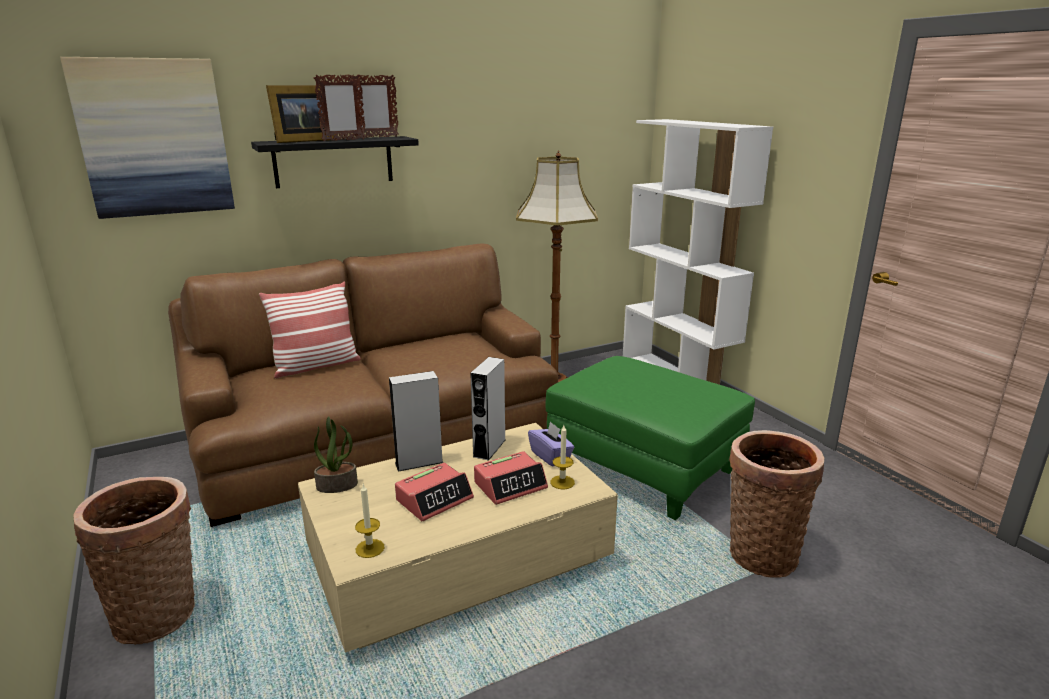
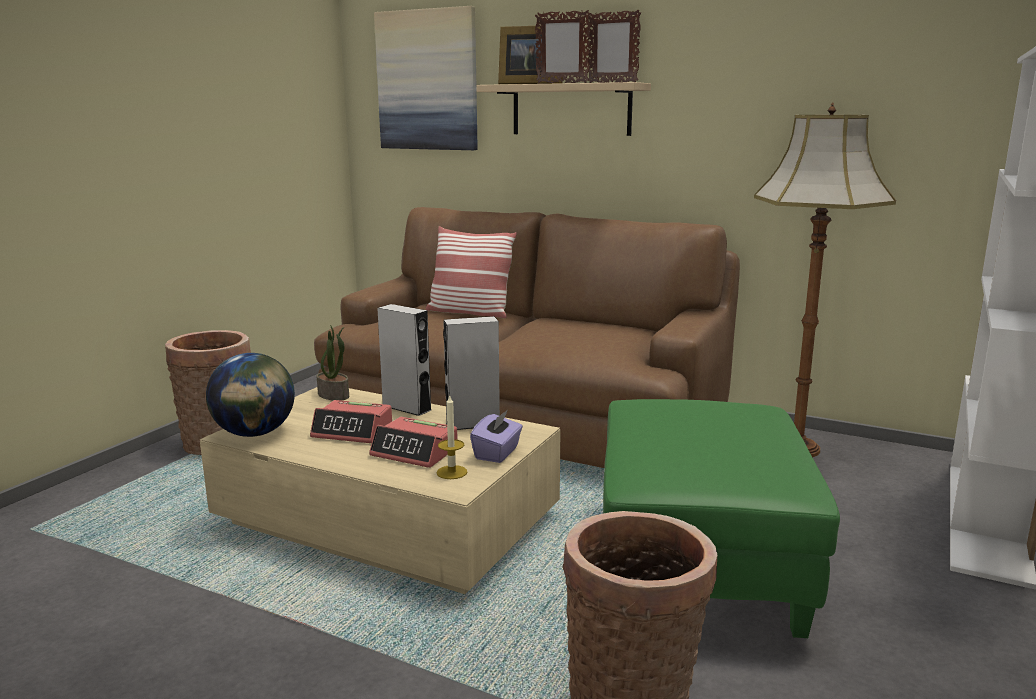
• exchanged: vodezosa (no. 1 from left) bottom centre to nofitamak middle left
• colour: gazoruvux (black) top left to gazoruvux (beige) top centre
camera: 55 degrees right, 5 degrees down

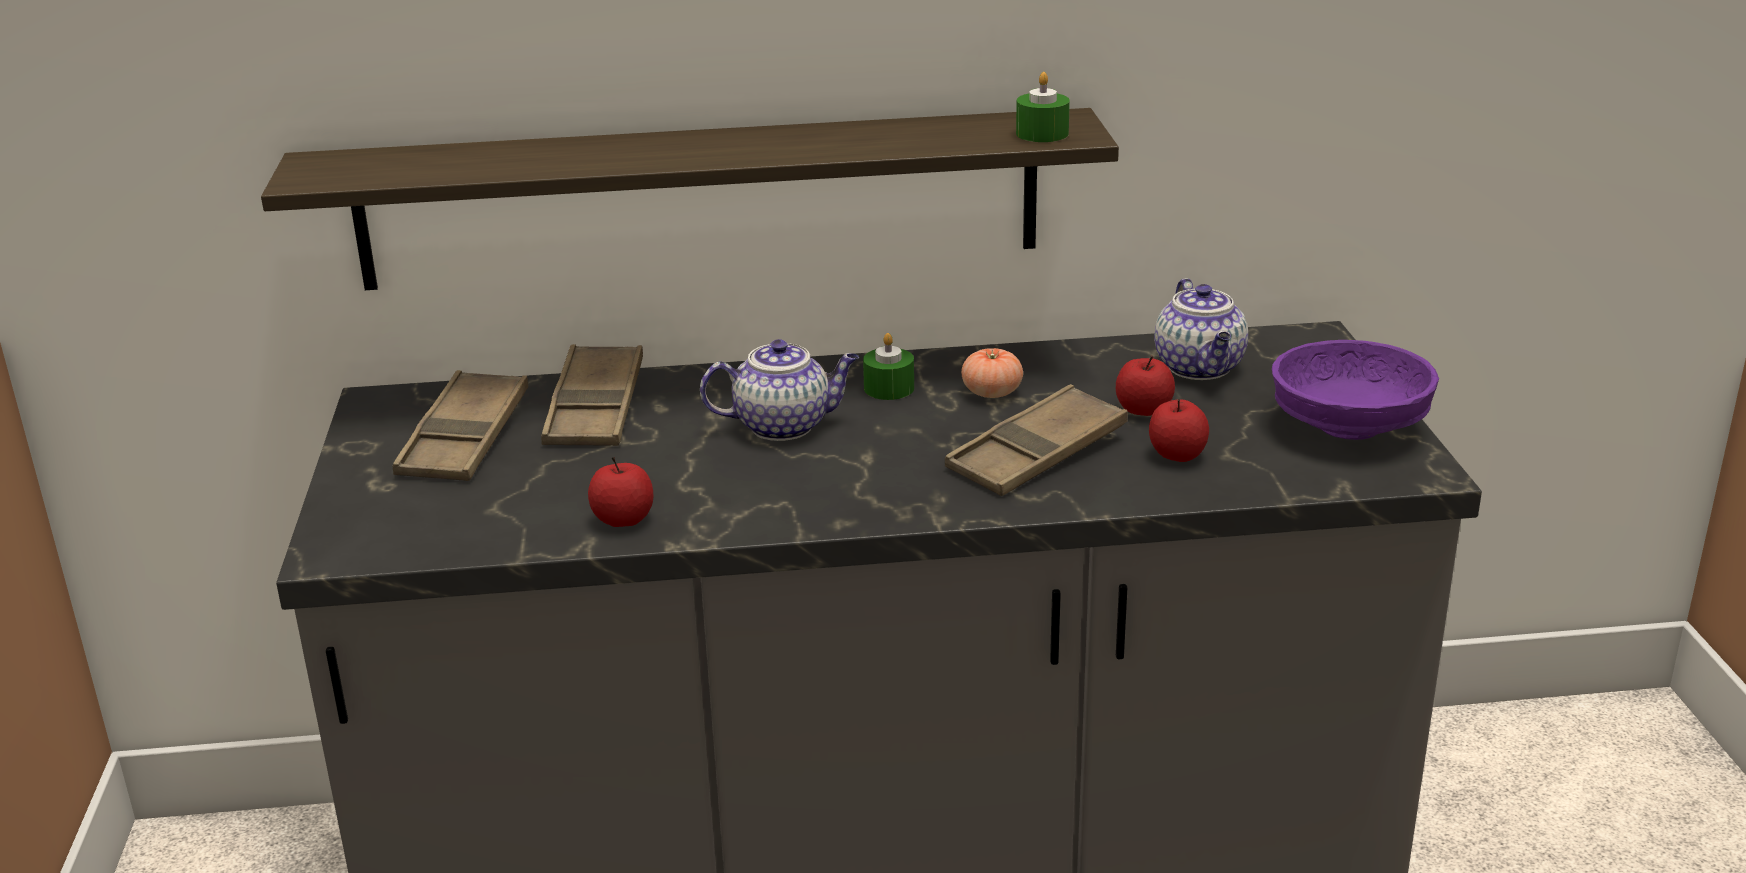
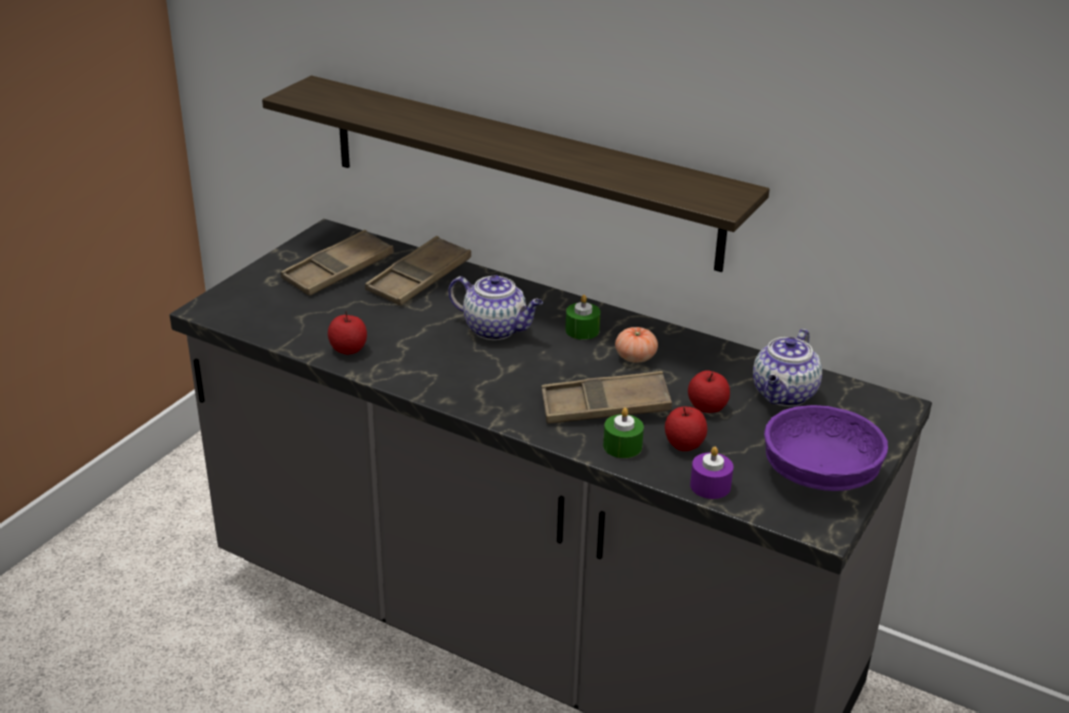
• relocated: vodezosa (green) (no. 2 from left) top centre to centre
• appeared: vodezosa (purple) centre
camera: 35 degrees right, 5 degrees up

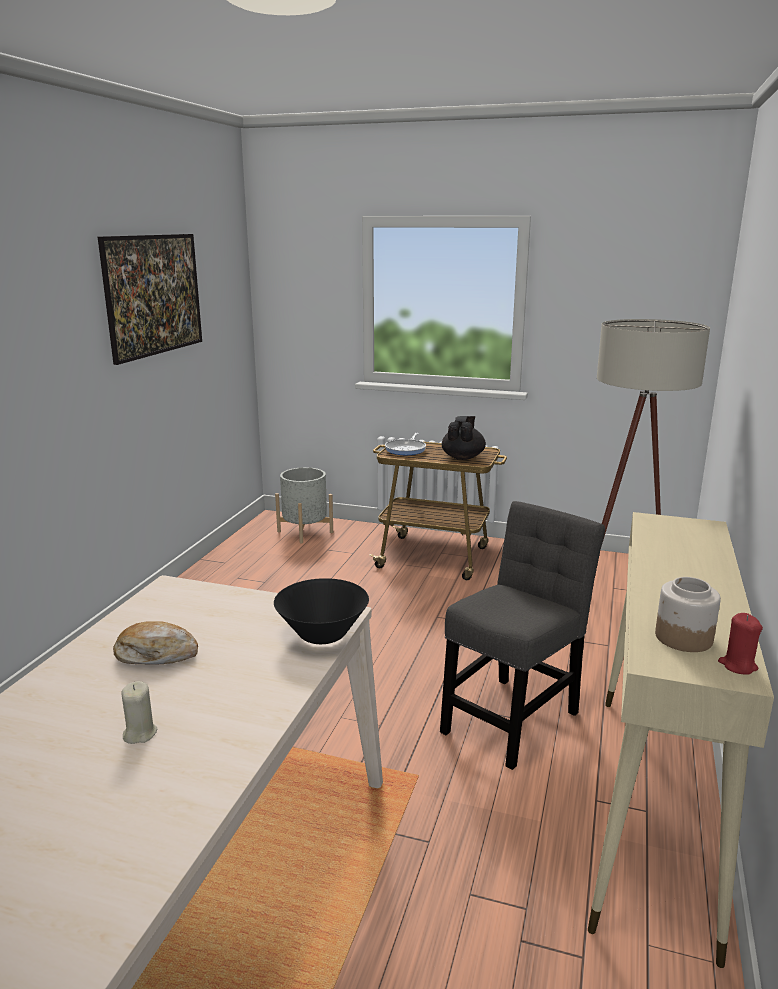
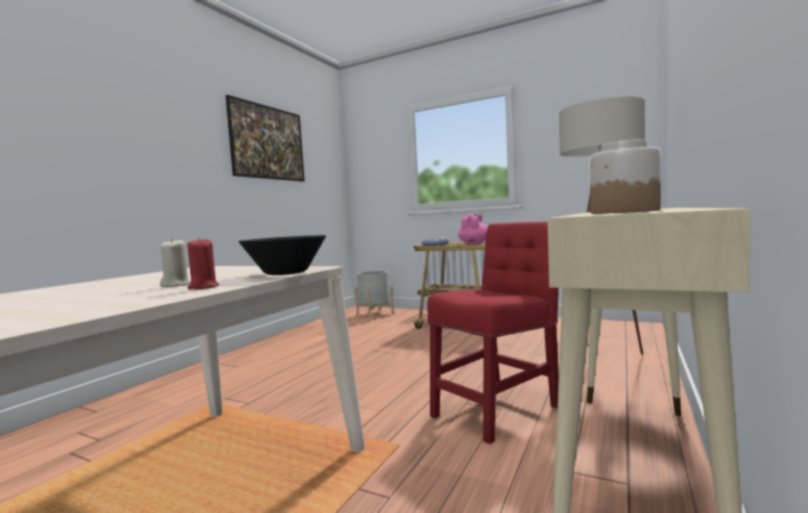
• relocated: vodezosa (beige) bottom left to middle left
• relocated: vodezosa (red) middle right to middle left
• colour: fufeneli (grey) middle right to fufeneli (red) centre
• colour: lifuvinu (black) centre to lifuvinu (pink) centre
• missing: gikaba middle left
camera: 10 degrees right, 15 degrees down

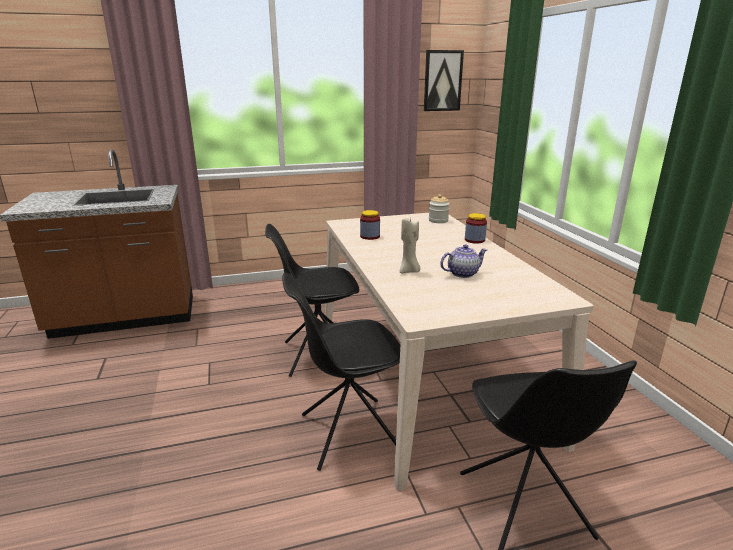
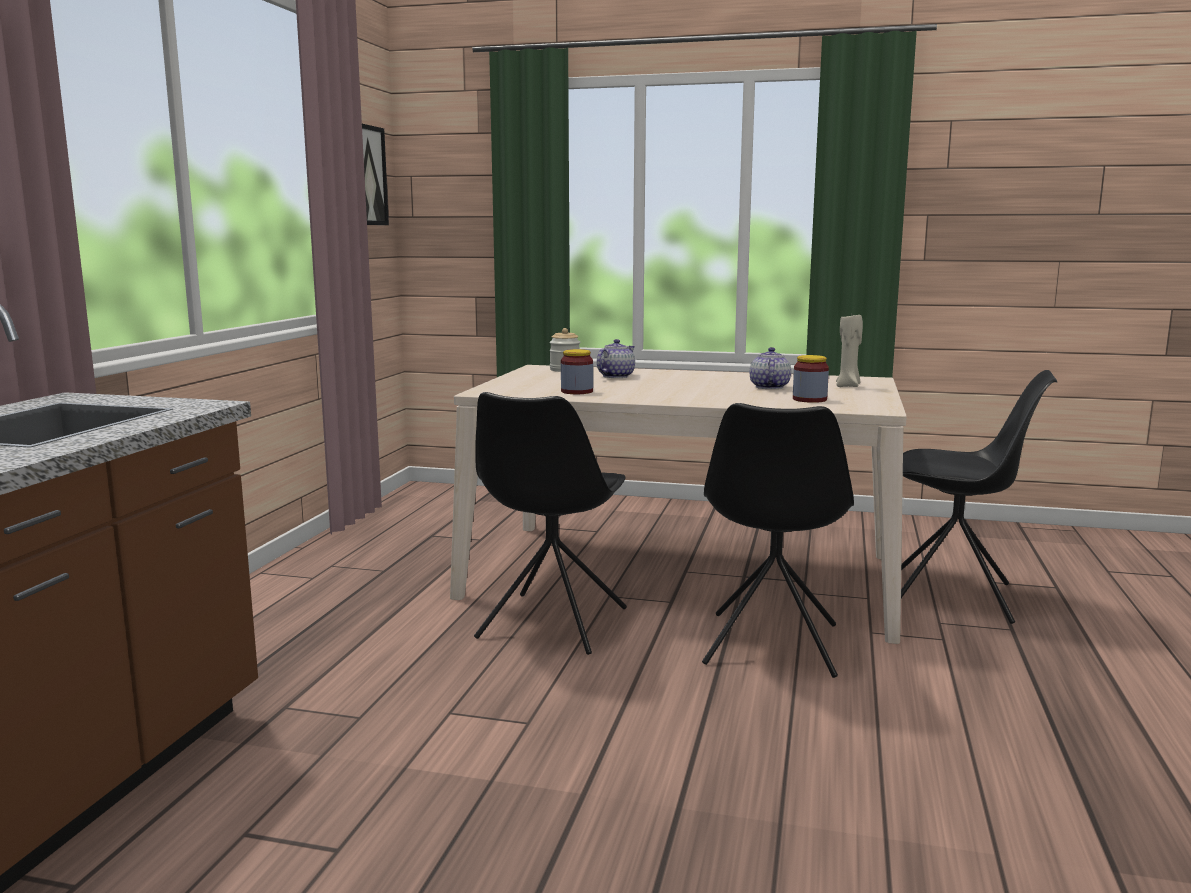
• appeared: lifuvinu (no. 1 from left) centre
• relocated: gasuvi (no. 3 from left) centre to middle right
• relocated: vodezosa (beige) centre to middle right
camera: 60 degrees left, 10 degrees down

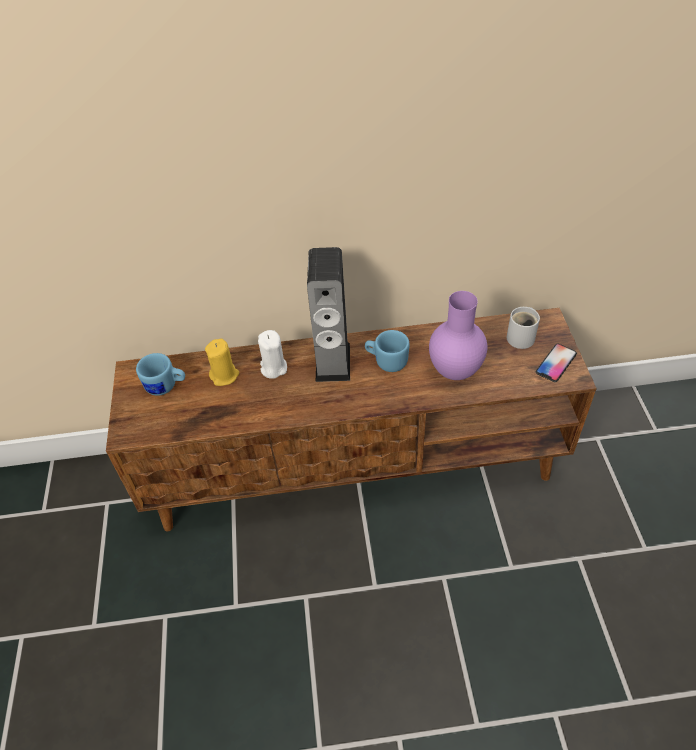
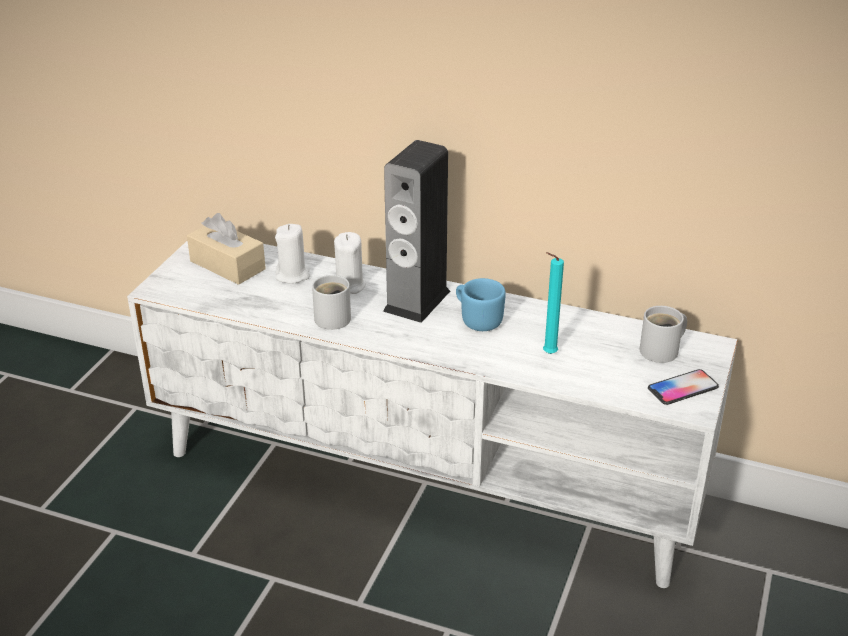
• colour: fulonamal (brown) centre to fulonamal (white) centre
• exchanged: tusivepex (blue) (no. 1 from left) middle left to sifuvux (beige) middle left
• colour: vodezosa (yellow) middle left to vodezosa (white) (no. 1 from left) centre
• appeared: tusivepex (white) (no. 1 from left) centre
• exchanged: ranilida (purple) centre to vodezosa (turquoise) centre
camera: 25 degrees right, 15 degrees down

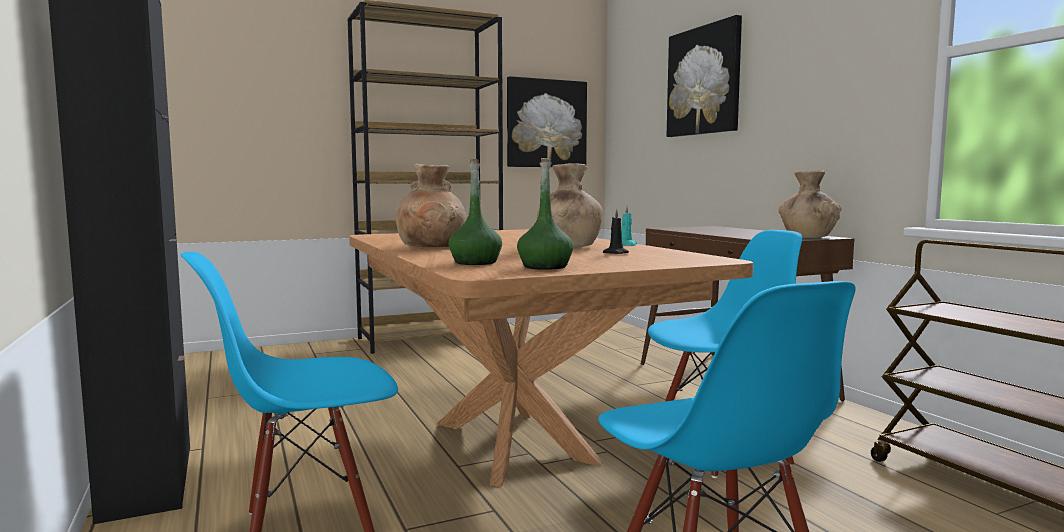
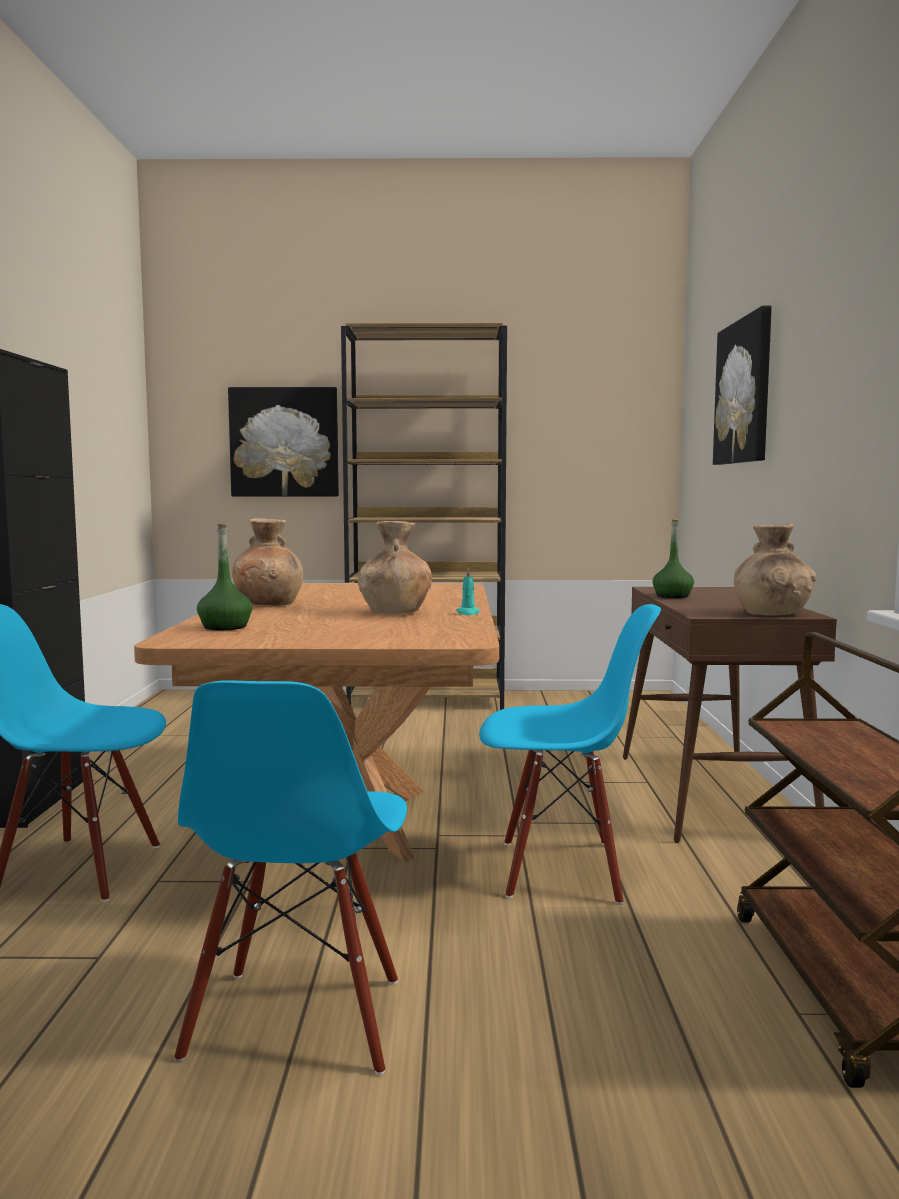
• relocated: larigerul (no. 1 from left) top centre to middle left
• relocated: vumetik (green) (no. 2 from left) centre to middle right
• missing: vodezosa (black) centre
camera: 25 degrees right, 0 degrees up

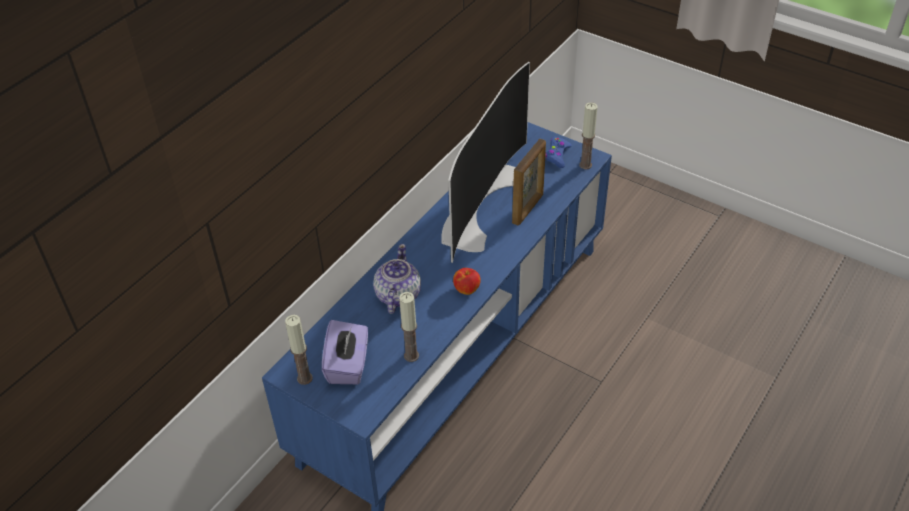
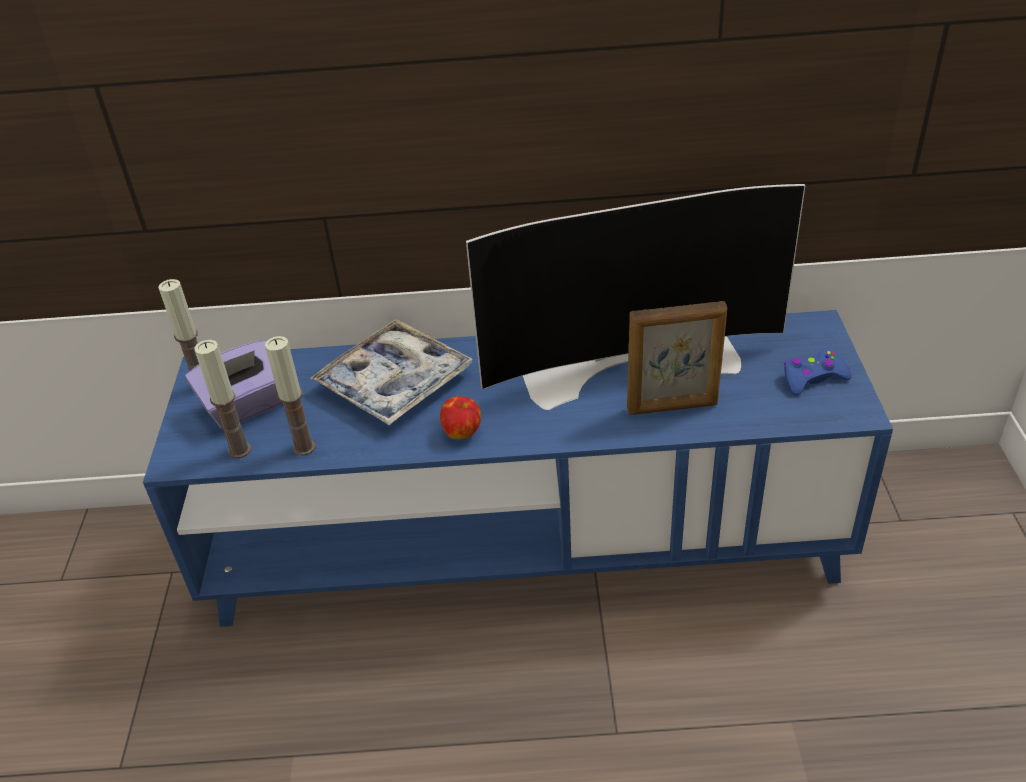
• relocated: vodezosa (no. 3 from left in the first image) top centre to vodezosa (no. 2 from left) middle left
• exchanged: lifuvinu centre to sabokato centre
camera: 55 degrees right, 5 degrees down

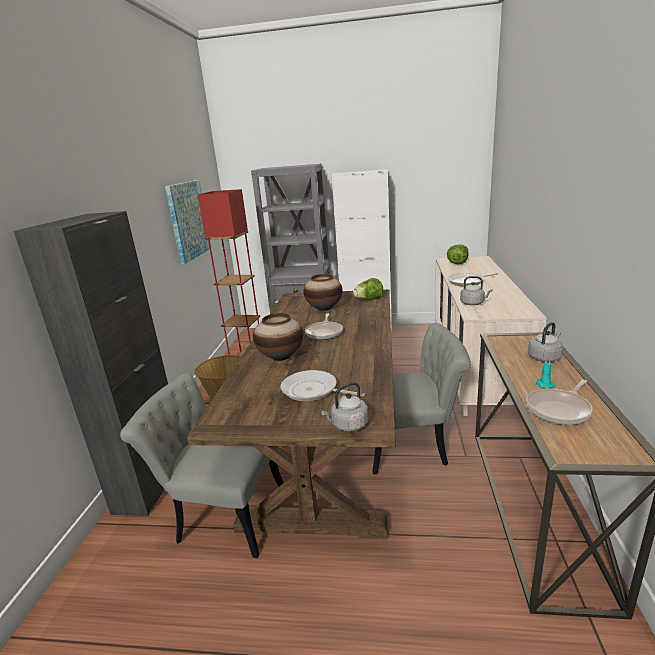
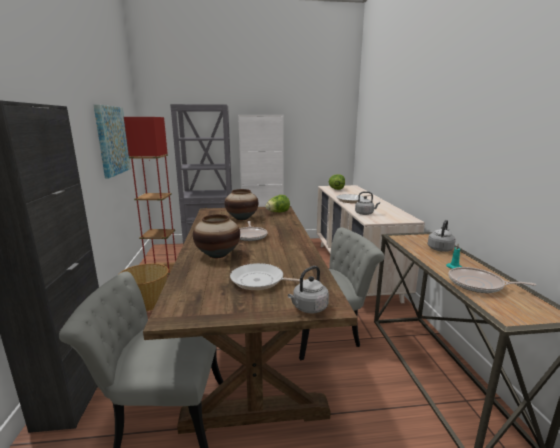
• spun: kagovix (no. 4 from left) middle right = middle right 75 degrees clockwise
camera: 15 degrees left, 5 degrees down

